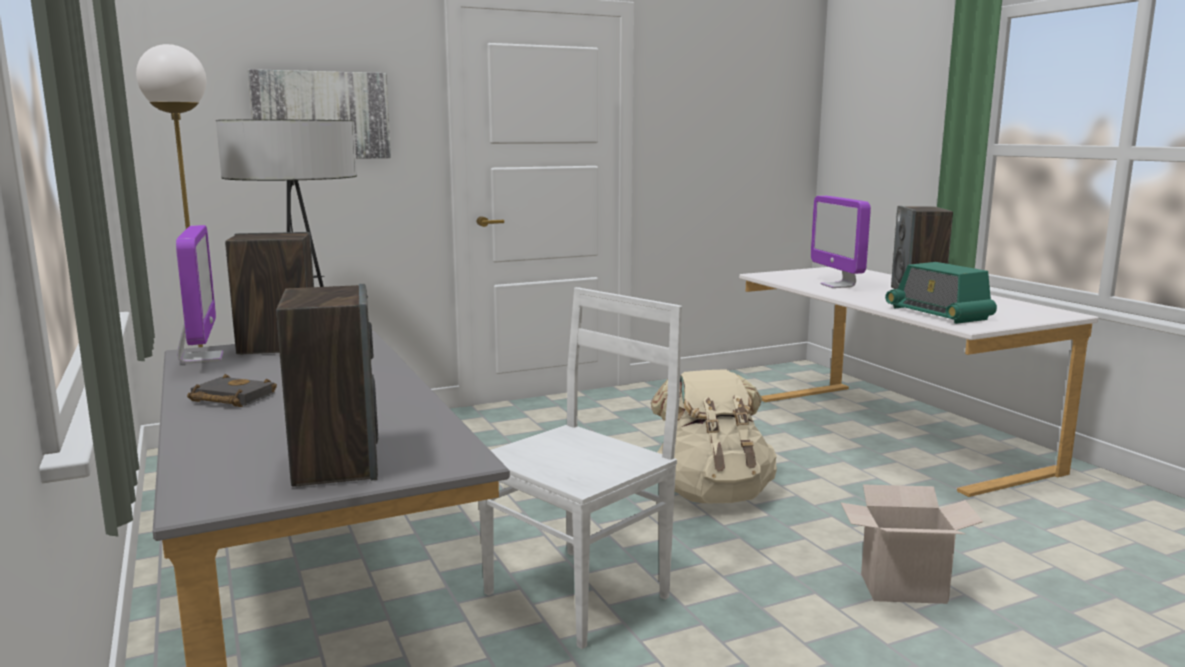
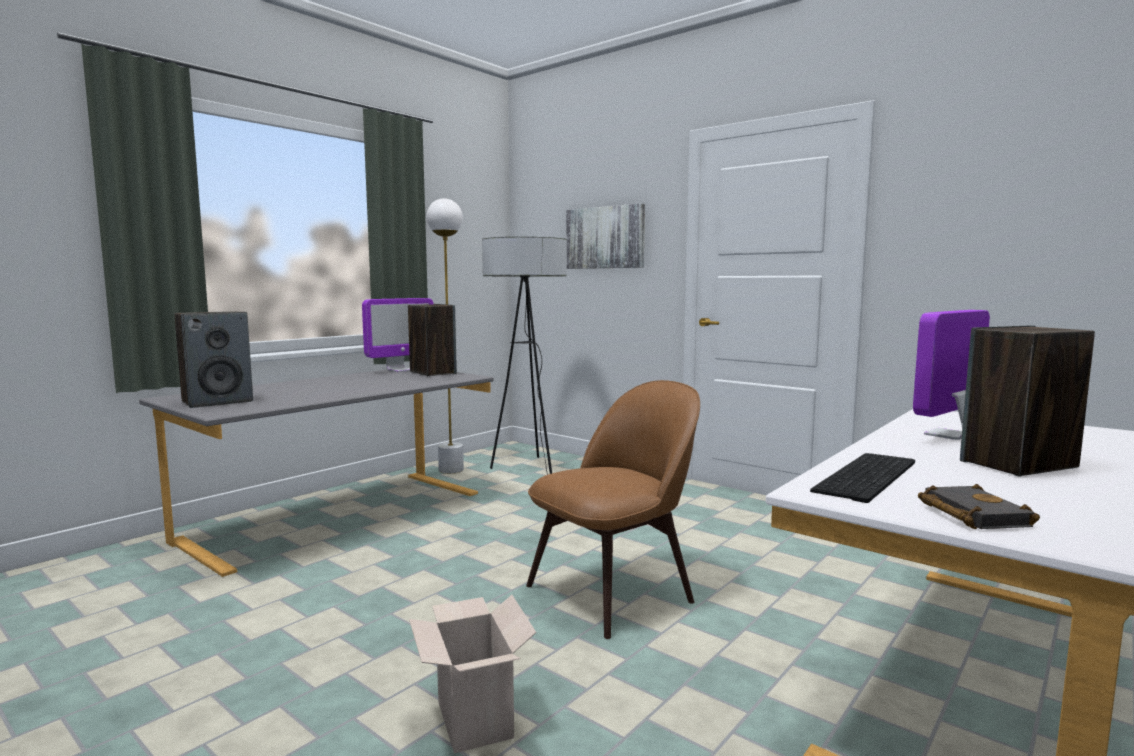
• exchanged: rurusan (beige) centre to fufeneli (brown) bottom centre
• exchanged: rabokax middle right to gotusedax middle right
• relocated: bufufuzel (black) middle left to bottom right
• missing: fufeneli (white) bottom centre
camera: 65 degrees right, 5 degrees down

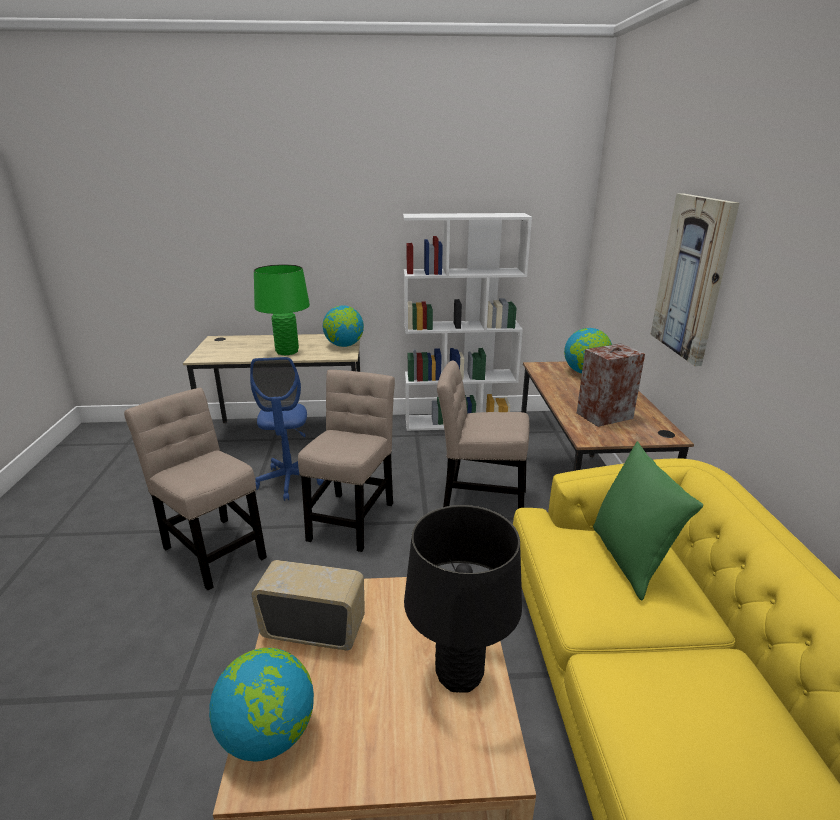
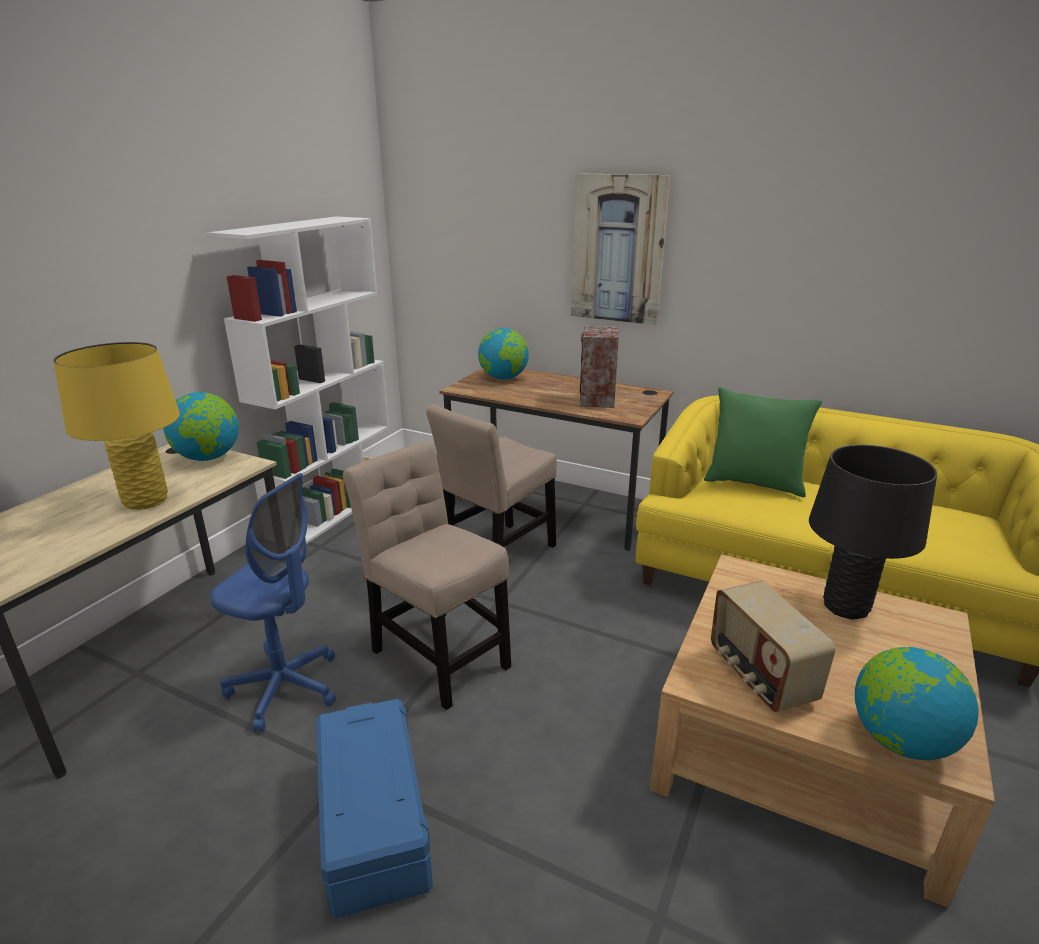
• colour: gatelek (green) centre to gatelek (yellow) middle left
• exchanged: fufeneli (beige) (no. 1 from left) middle left to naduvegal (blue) bottom centre
• spun: rabokax bottom centre = bottom right 60 degrees counterclockwise
camera: 60 degrees left, 0 degrees up

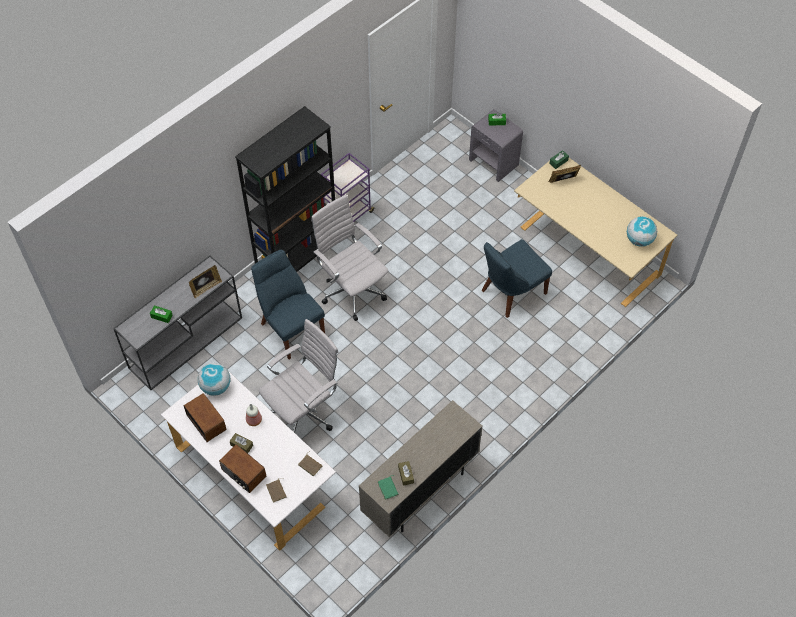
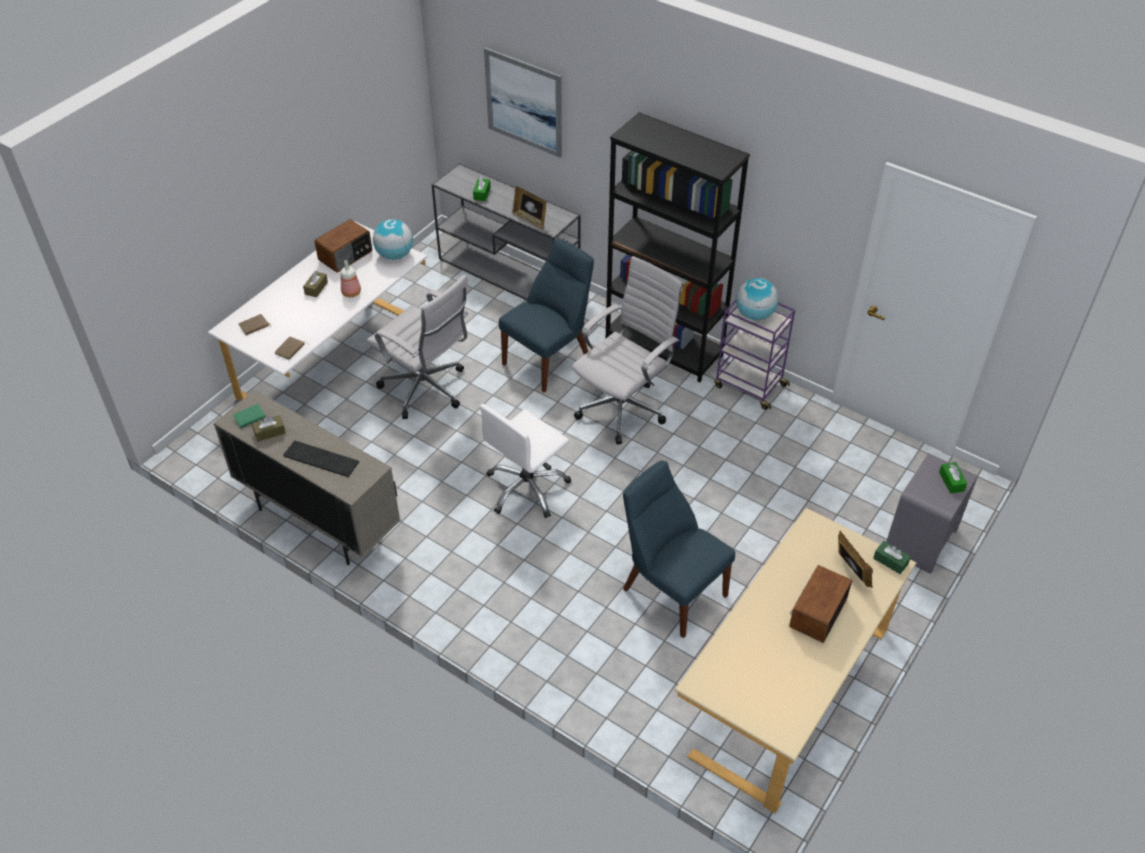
• appeared: gotusedax middle left
• appeared: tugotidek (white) (no. 2 from left) centre
• appeared: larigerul top centre
• relocated: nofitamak (no. 2 from left) middle right to centre
• relocated: rabokax (no. 2 from left) bottom left to bottom right
camera: 80 degrees right, 10 degrees down

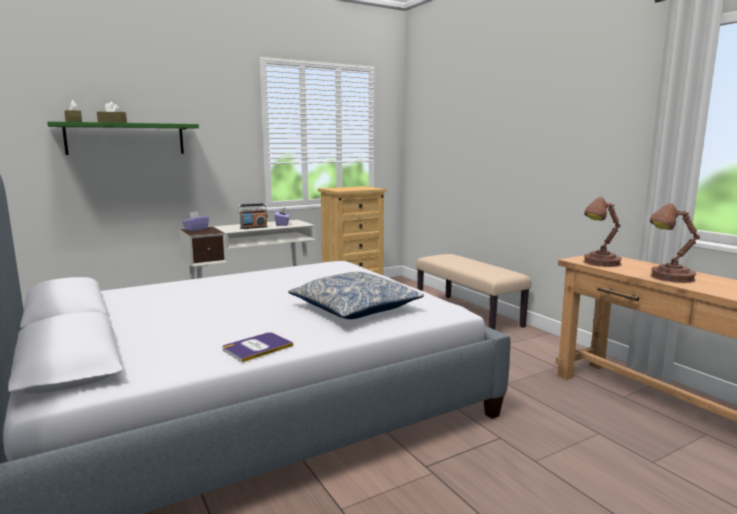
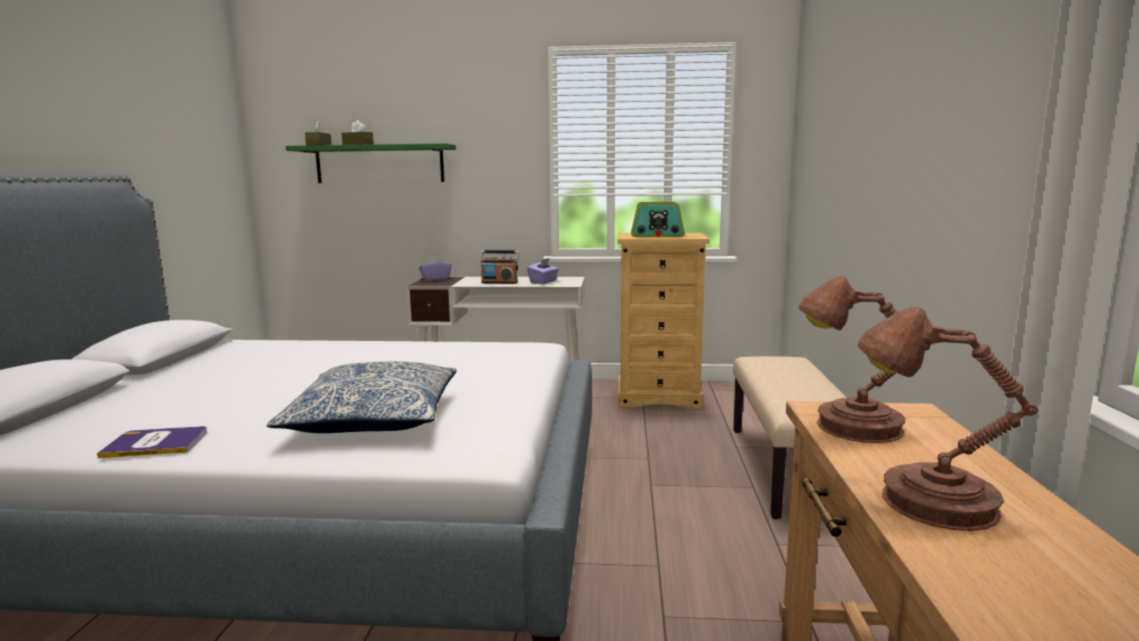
• appeared: rabokax (no. 2 from left) centre
camera: 35 degrees right, 0 degrees up

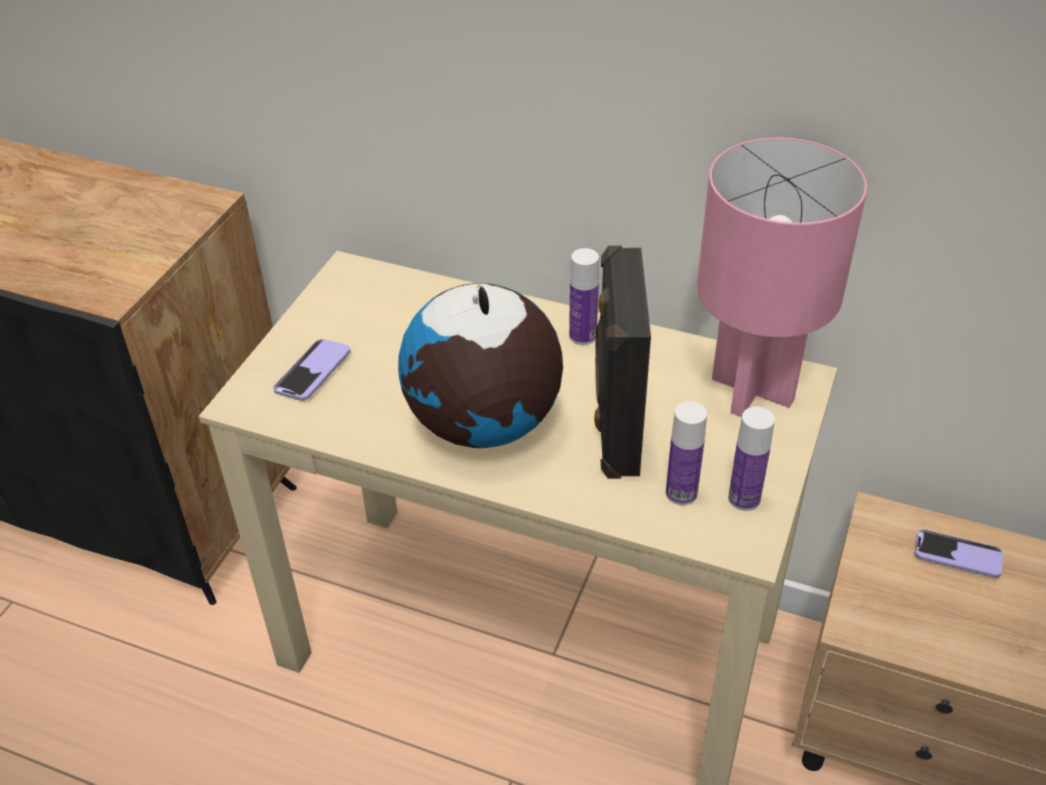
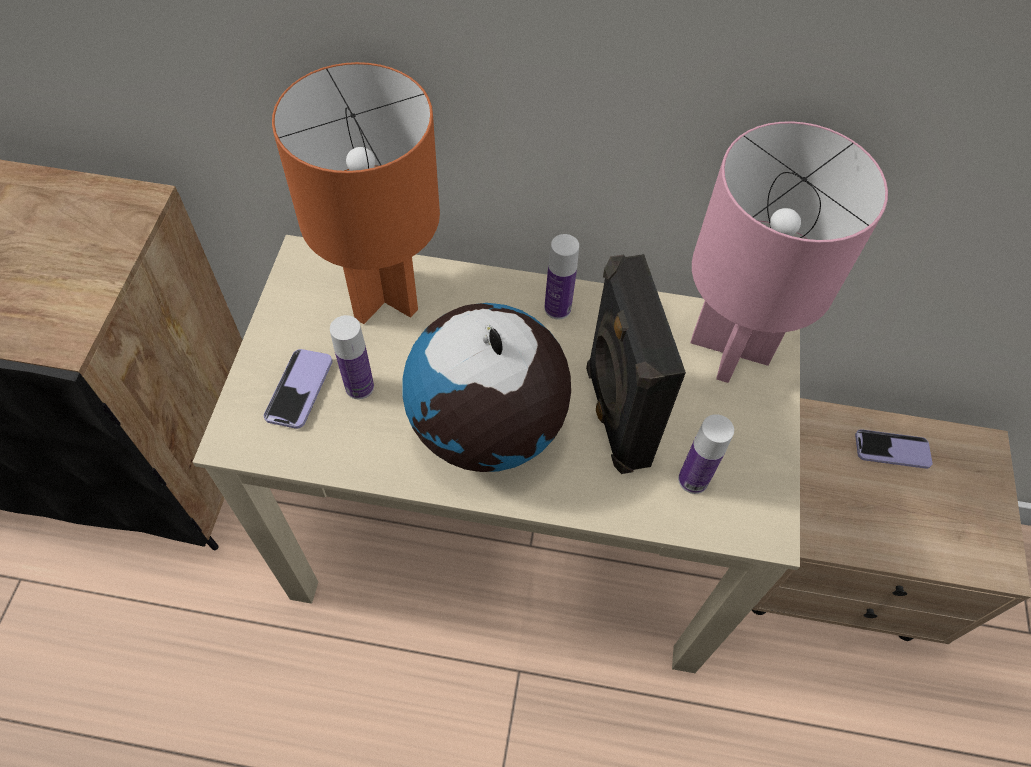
• appeared: gatelek (orange) top centre
• relocated: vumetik (no. 3 from left in the first image) middle right to vumetik (no. 1 from left) centre
camera: 15 degrees left, 15 degrees up

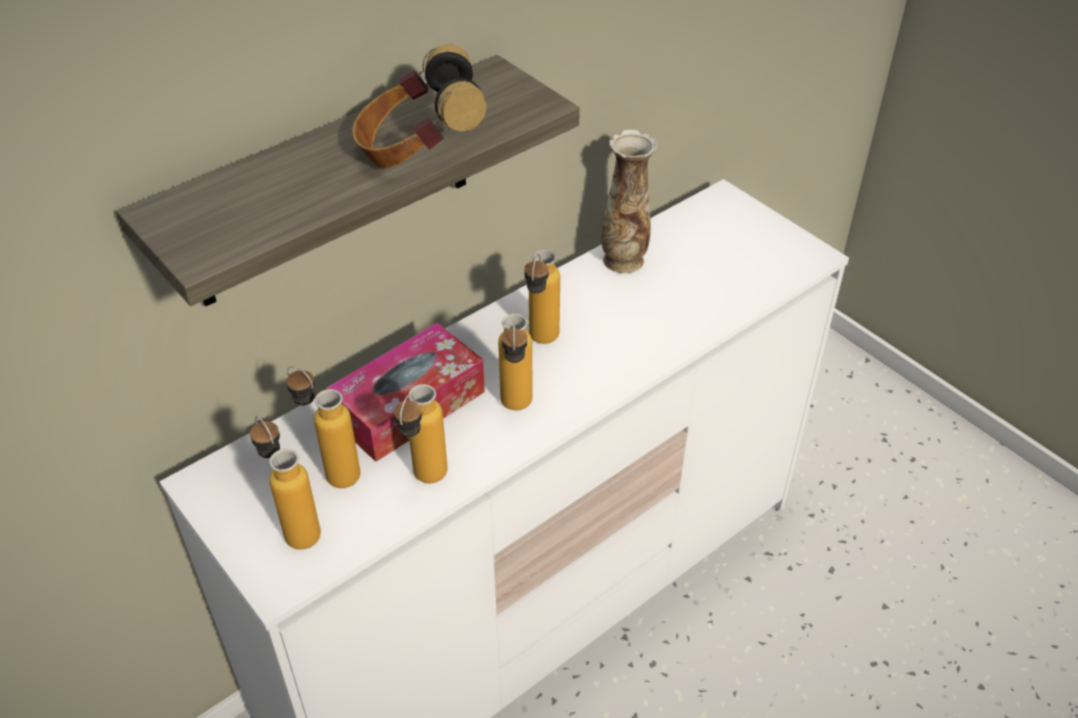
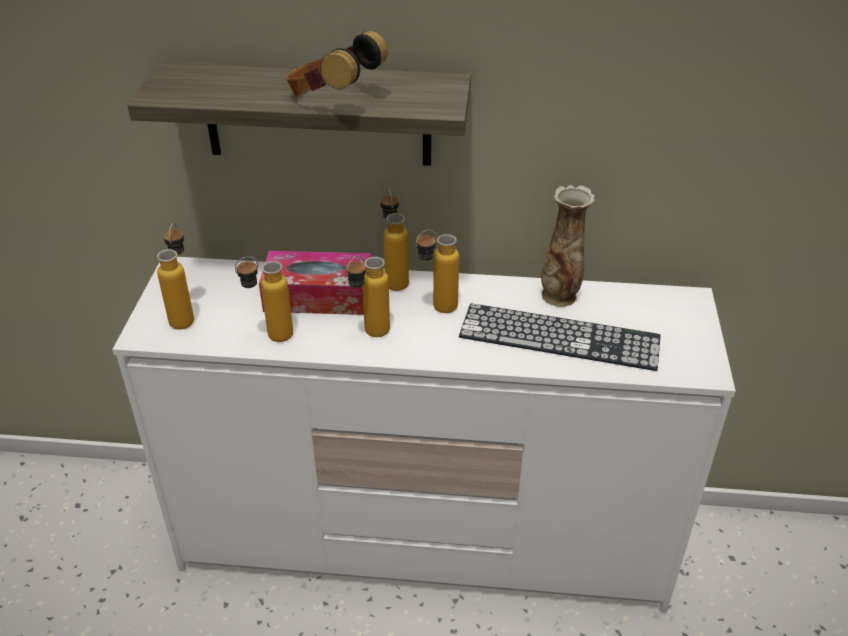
• relocated: vumetik (no. 2 from left in the first image) middle left to vumetik (no. 4 from left) centre
• appeared: gotusedax centre
camera: 45 degrees right, 5 degrees down

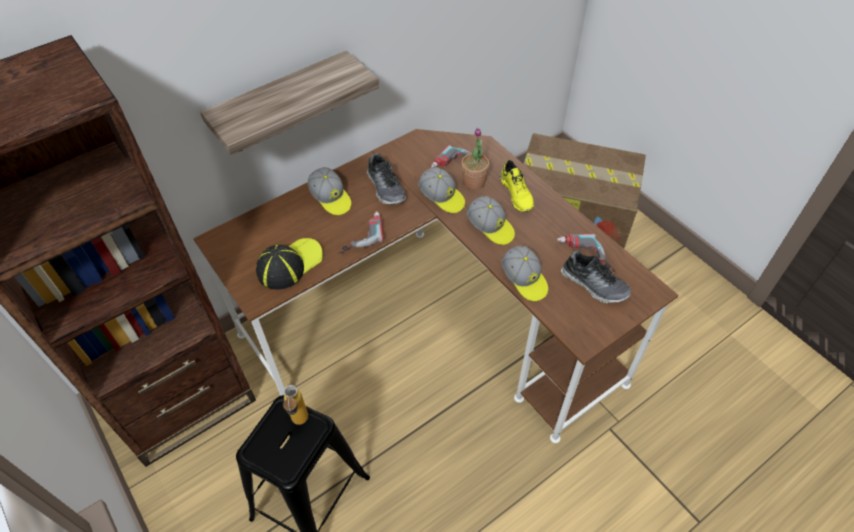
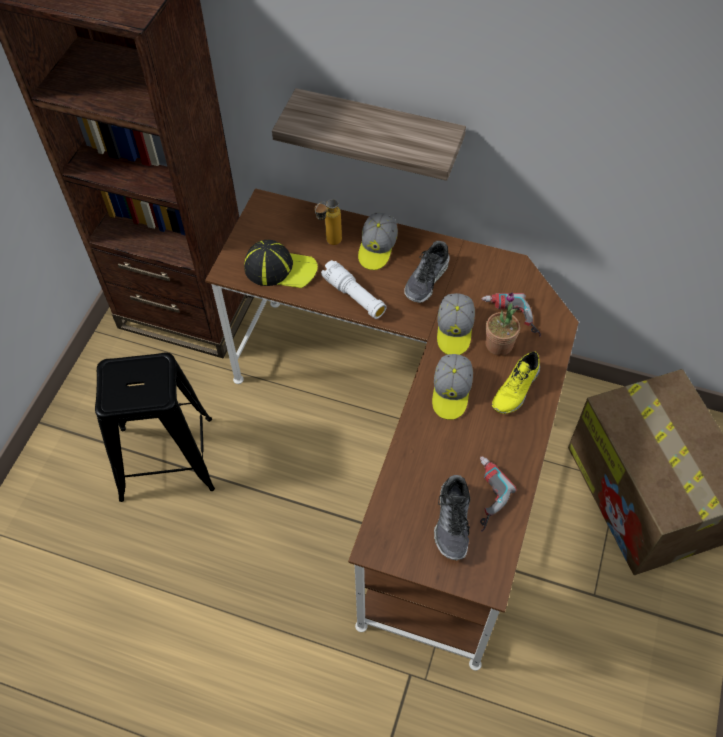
• relocated: vumetik bottom centre to top centre
• exchanged: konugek (no. 1 from left) centre to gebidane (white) centre
• missing: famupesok (no. 5 from left) centre
camera: 55 degrees right, 5 degrees up

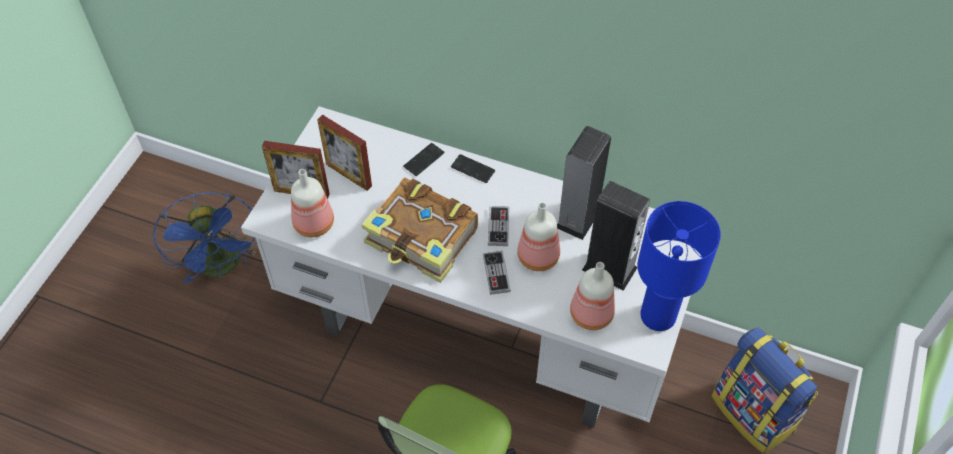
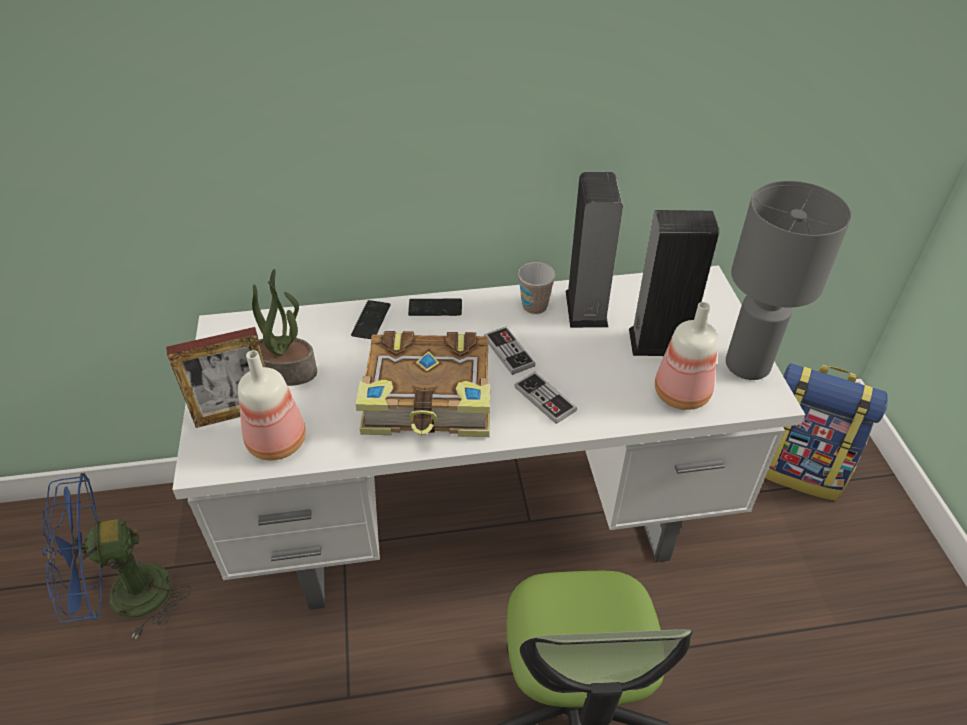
• spun: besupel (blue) middle left = bottom left 120 degrees clockwise
• exchanged: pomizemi (no. 2 from left) centre to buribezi middle left
• appeared: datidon centre
• colour: gatelek (blue) middle right to gatelek (grey) middle right
• missing: vumetik (no. 2 from left) centre
camera: 30 degrees left, 10 degrees down

